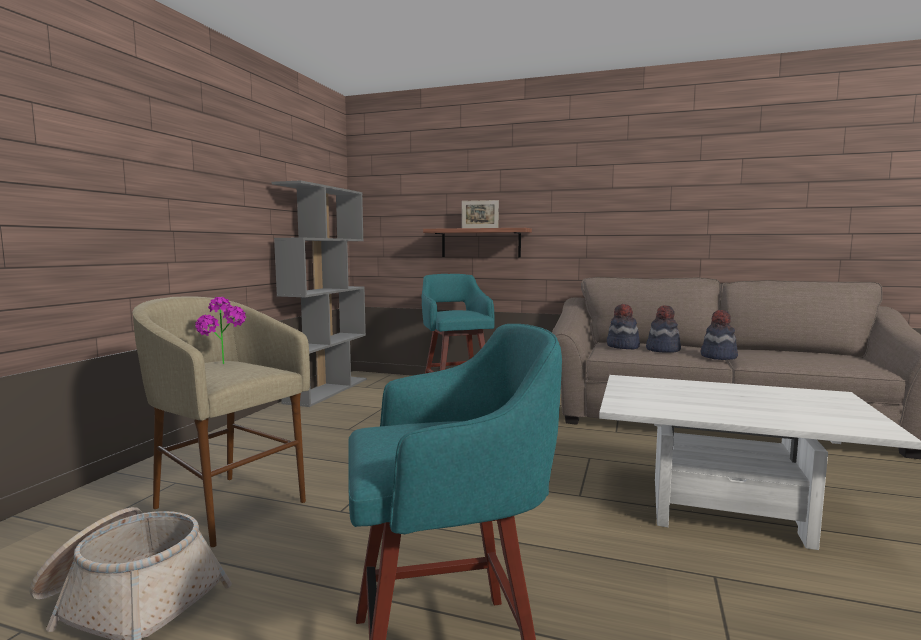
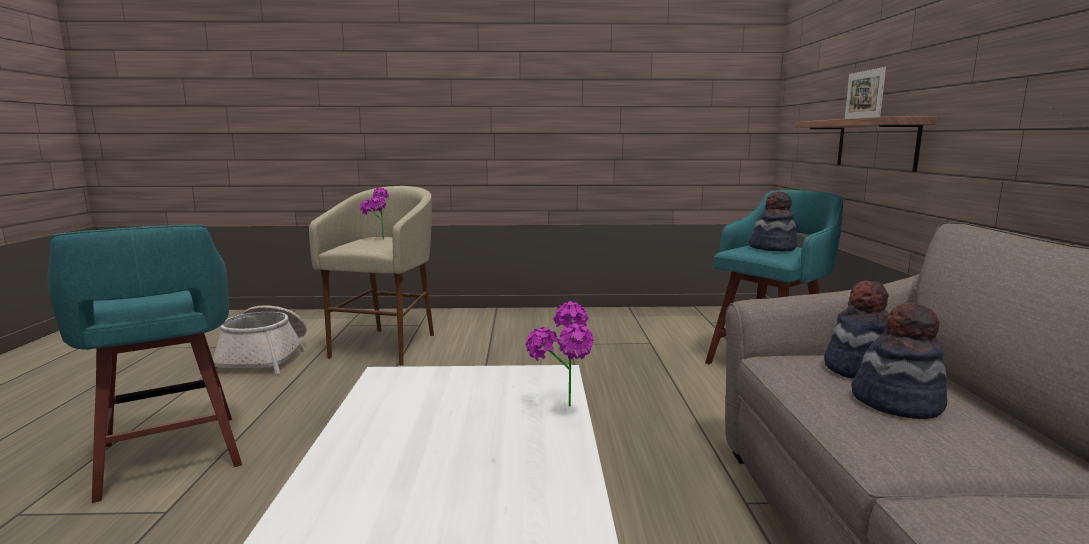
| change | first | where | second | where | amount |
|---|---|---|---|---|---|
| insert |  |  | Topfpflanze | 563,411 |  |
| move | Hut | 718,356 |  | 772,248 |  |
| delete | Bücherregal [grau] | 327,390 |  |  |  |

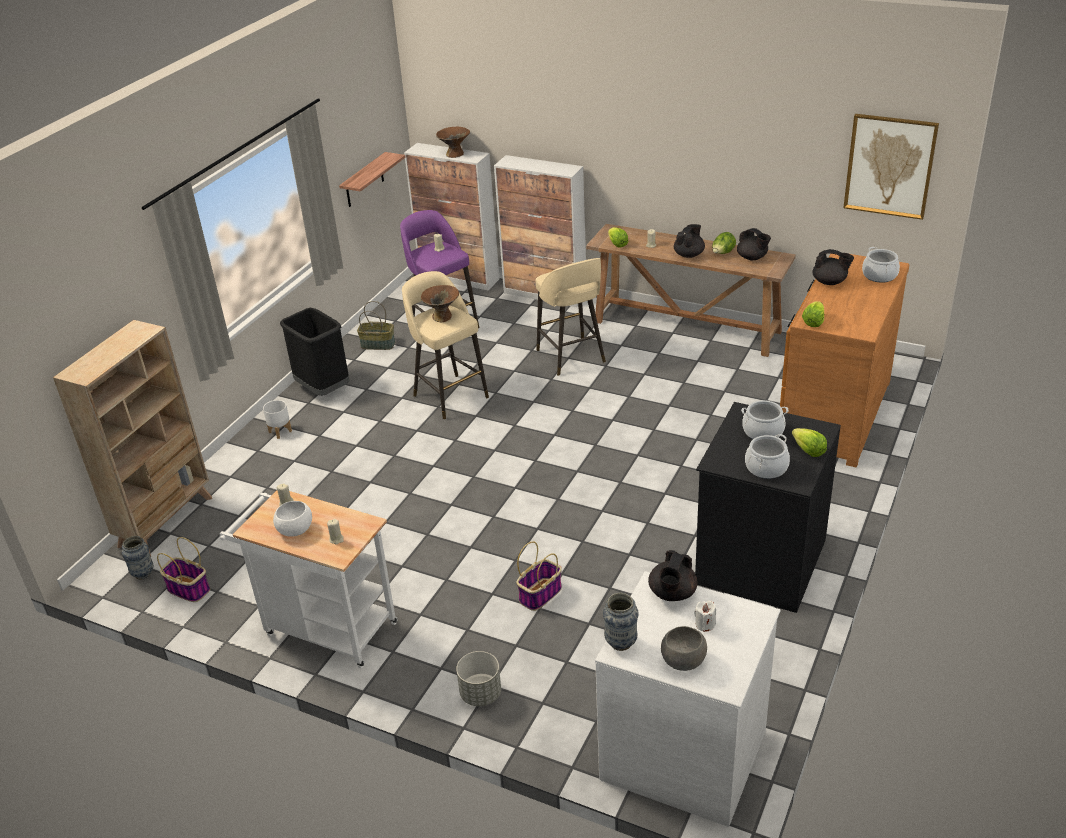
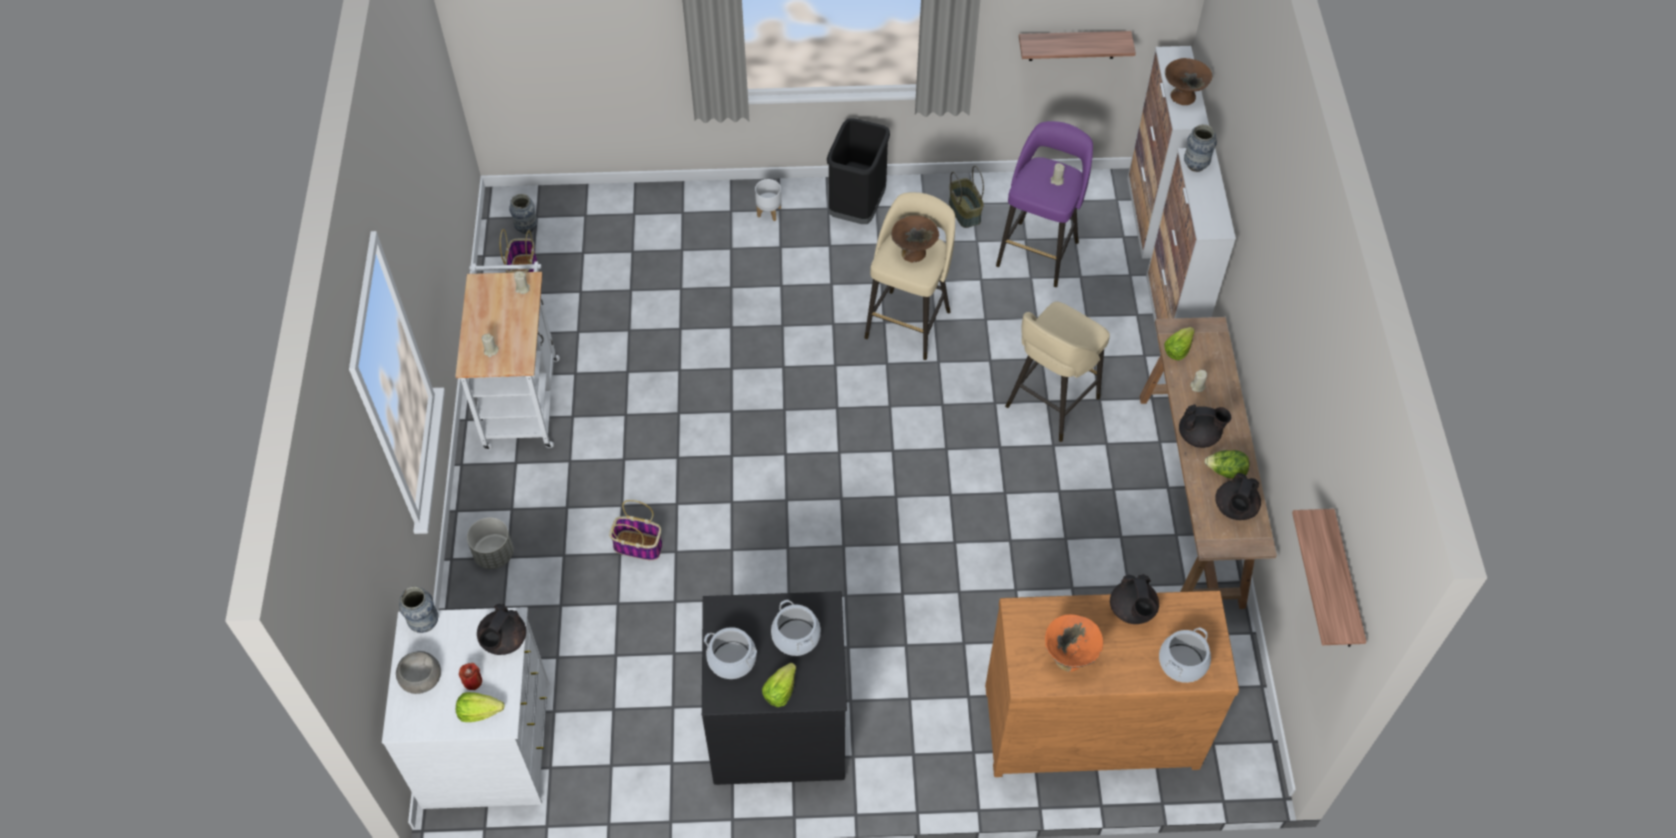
| change | first | where | second | where | amount |
|---|---|---|---|---|---|
| move | Salatkopf | 813,322 |  | 479,712 |  |
| recolor | Kerze [weiß] | 705,624 | Kerze [rot] | 472,681 |  |
| rotate | Teekanne [schwarz] | 672,593 |  | 503,640 | 60 degrees counterclockwise |
| insert |  |  | Schüssel [orange] | 1069,657 |  |
| insert |  |  | Vase | 1195,165 |  |
| replace | Bild | 889,166 | Wandregal | 1344,584 |  |
| delete | Bücherregal [beige] | 166,521 |  |  |  |
| delete | Schüssel [weiß] | 295,529 |  |  |  |

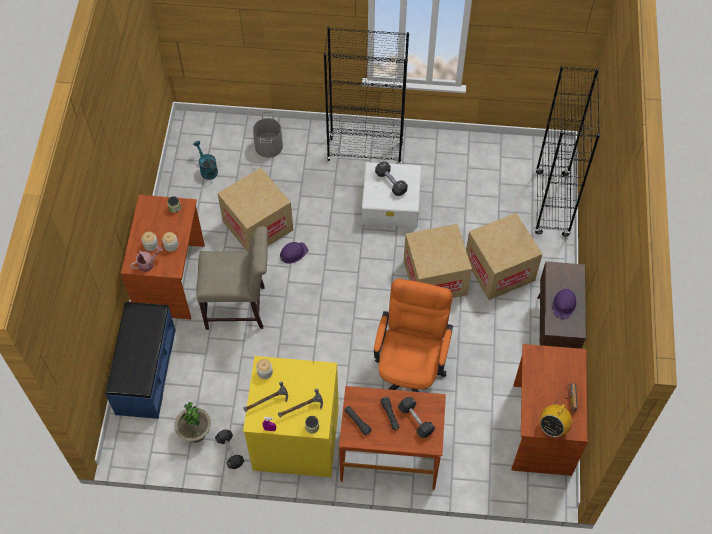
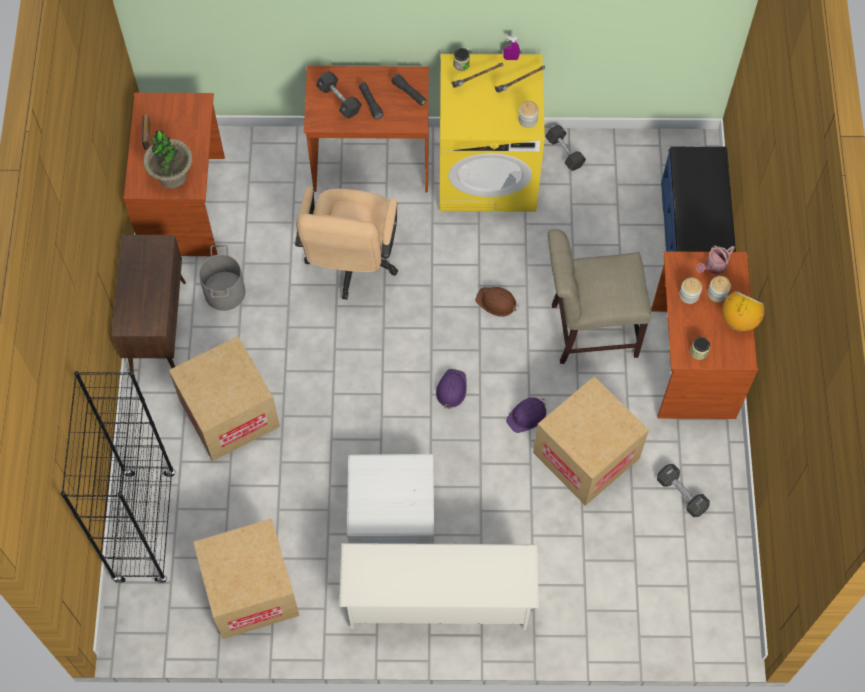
| change | first | where | second | where | amount |
|---|---|---|---|---|---|
| move | Topfpflanze | 195,433 |  | 172,176 |  |
| move | Karton | 435,278 |  | 251,590 |  |
| move | Eimer [grau] | 269,146 |  | 224,292 |  |
| recolor | Bürostuhl [orange] | 410,370 | Bürostuhl [beige] | 351,264 |  |
| replace | Bücherregal [schwarz] | 365,151 | Schuhregal [weiß] | 438,600 |  |
| move | Schutzhelm [lila] | 564,304 |  | 451,389 |  |
| insert |  |  | Schutzhelm [braun] | 496,302 |  |
| move | Hantel [schwarz] | 391,182 |  | 681,494 |  |
| move | Radio | 553,427 |  | 739,320 |  |
| delete | Gießkanne [türkis] | 207,169 |  |  |  |

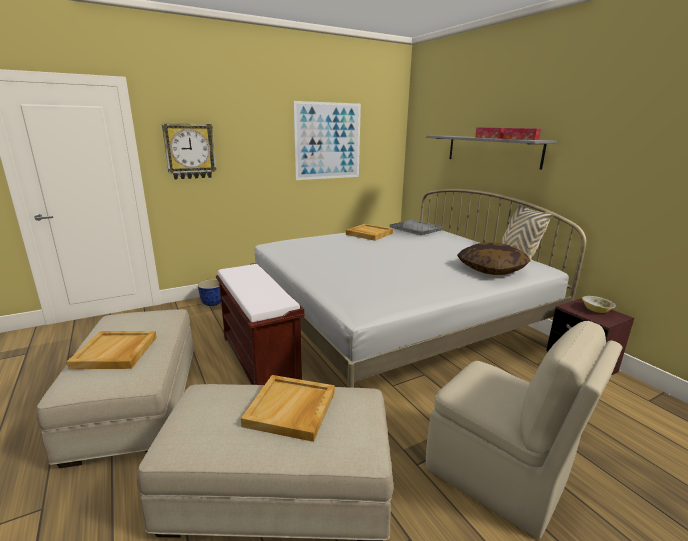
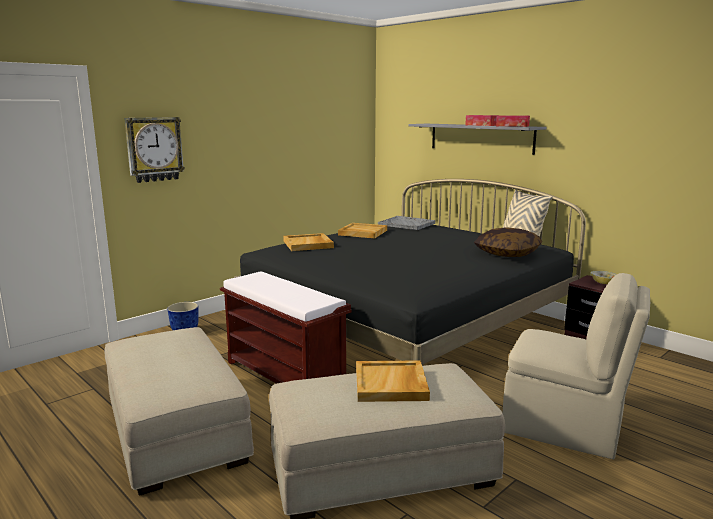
| change | first | where | second | where | amount |
|---|---|---|---|---|---|
| recolor | Bett [weiß] | 395,323 | Bett [schwarz] | 407,326 |  |
| move | Tablett [beige] | 116,352 |  | 308,244 |  |
| delete | Bild | 328,141 |  |  |  |

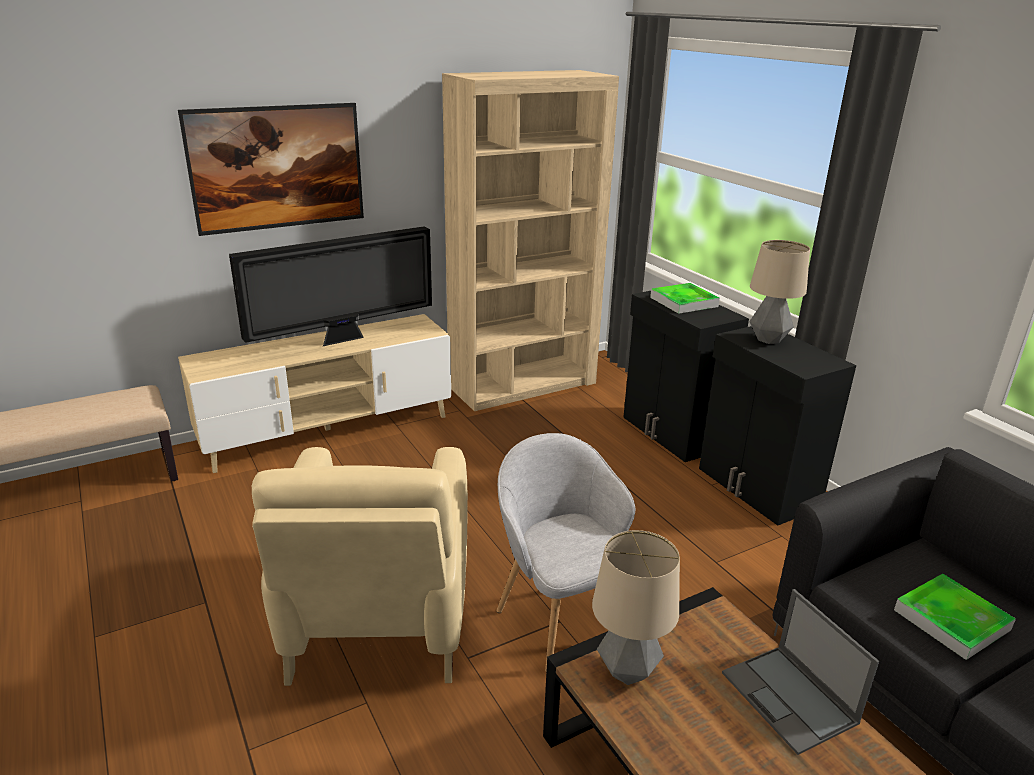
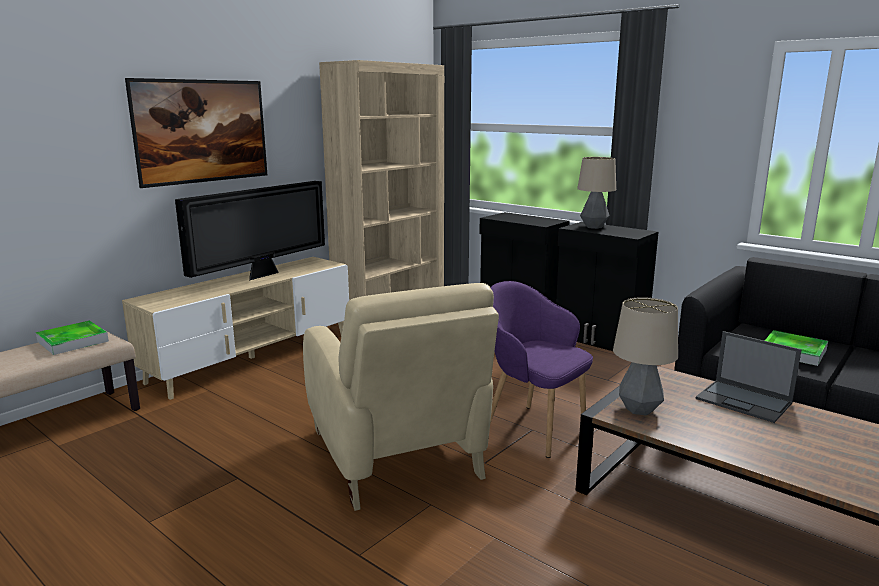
| change | first | where | second | where | amount |
|---|---|---|---|---|---|
| move | Tablett | 683,302 |  | 73,341 |  |
| recolor | Sessel [grau] | 559,621 | Sessel [lila] | 532,429 |  |

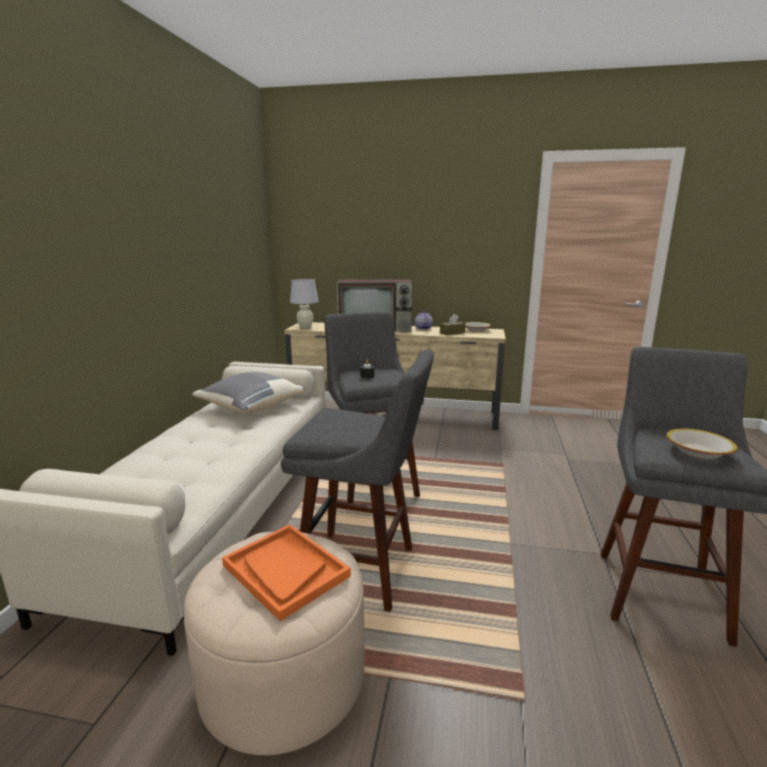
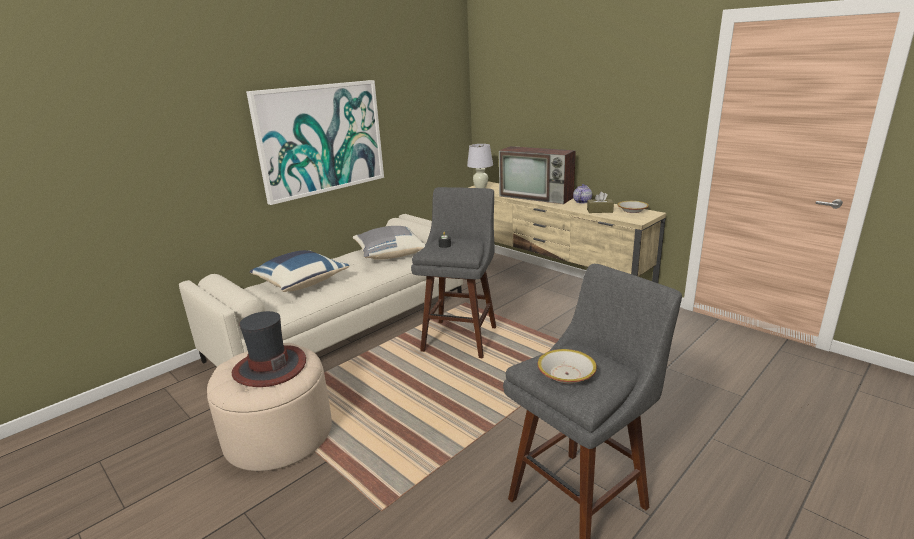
| change | first | where | second | where | amount |
|---|---|---|---|---|---|
| replace | Tablett [orange] | 285,571 | Hut | 269,367 |  |
| insert |  |  | Bild | 321,139 |  |
| insert |  |  | Kissen [blau] | 301,283 |  |
| delete | Hocker [grau] | 363,571 |  |  |  |

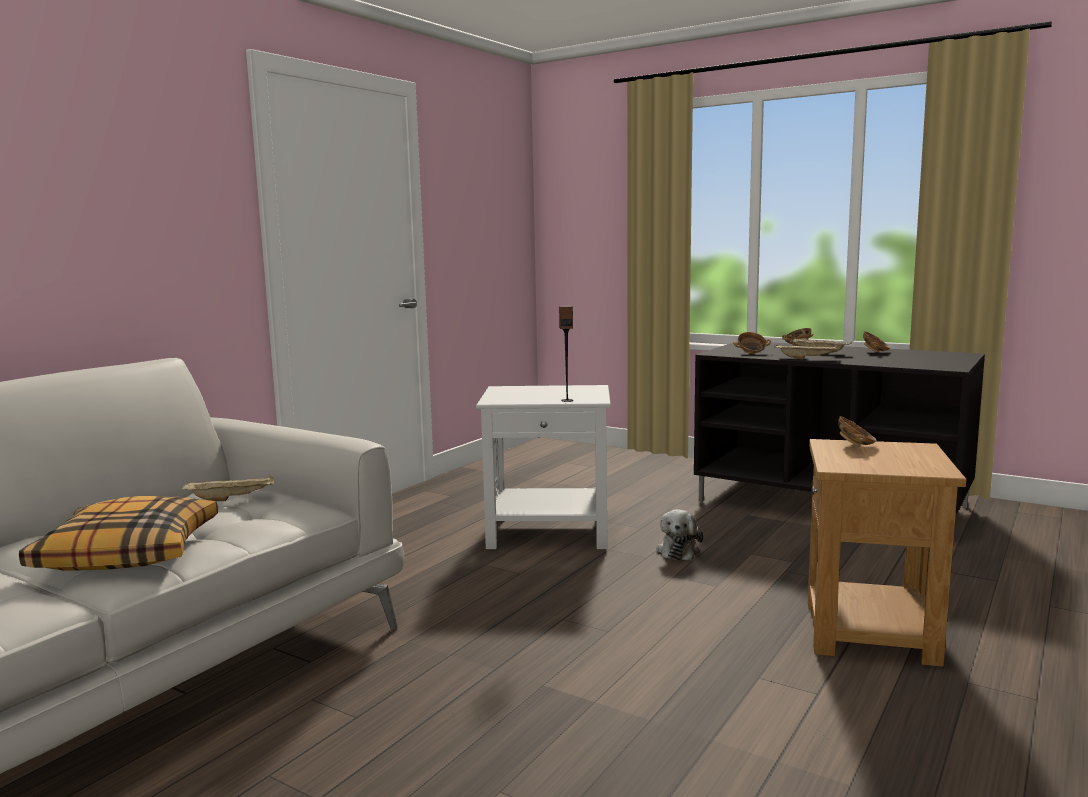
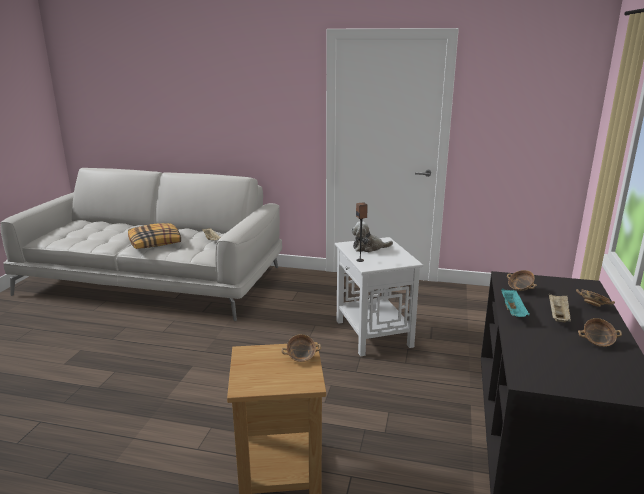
| change | first | where | second | where | amount |
|---|---|---|---|---|---|
| move | Plüschtier | 678,550 |  | 368,248 |  |
| recolor | Tablett [beige] | 807,358 | Tablett [türkis] | 513,312 |  |

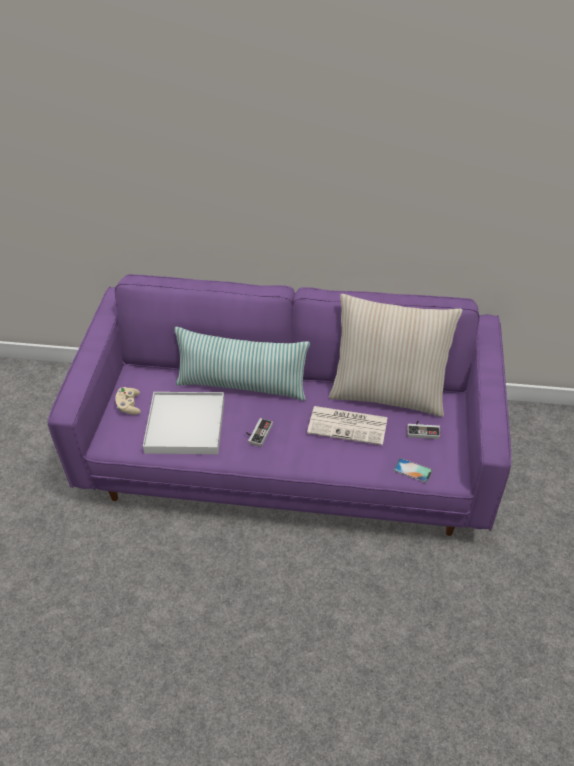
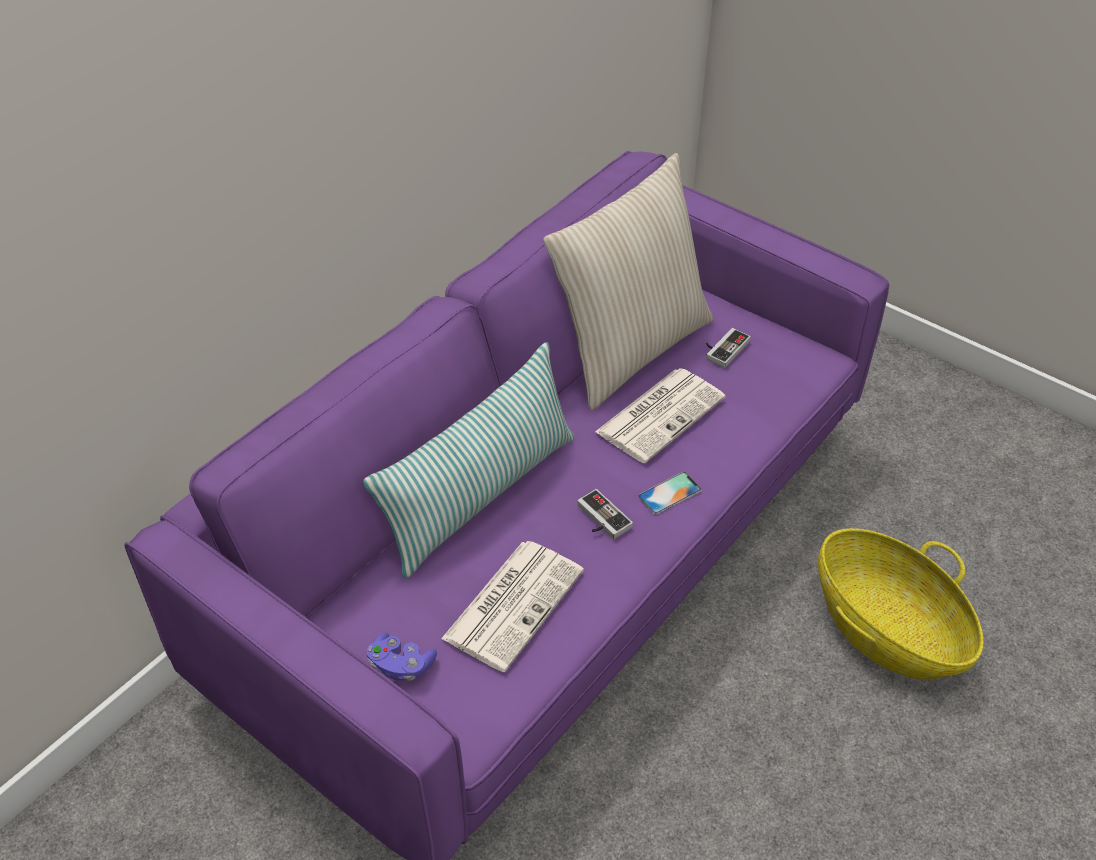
| change | first | where | second | where | amount |
|---|---|---|---|---|---|
| recolor | Gamepad [beige] | 129,406 | Gamepad [lila] | 401,665 |  |
| replace | Tablett [weiß] | 185,425 | Zeitung | 514,603 |  |
| move | Handy | 413,470 |  | 669,493 |  |
| insert |  |  | Korb | 886,629 |  |

